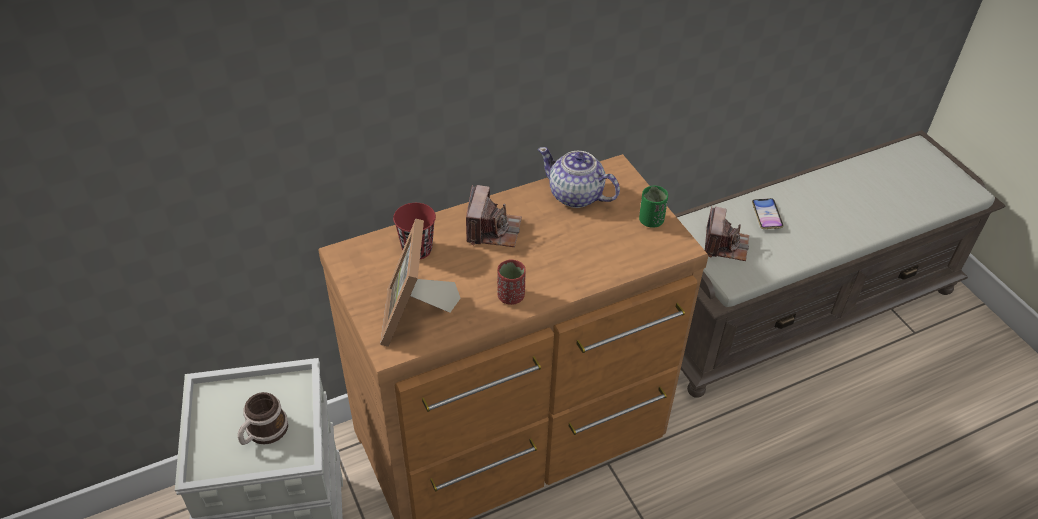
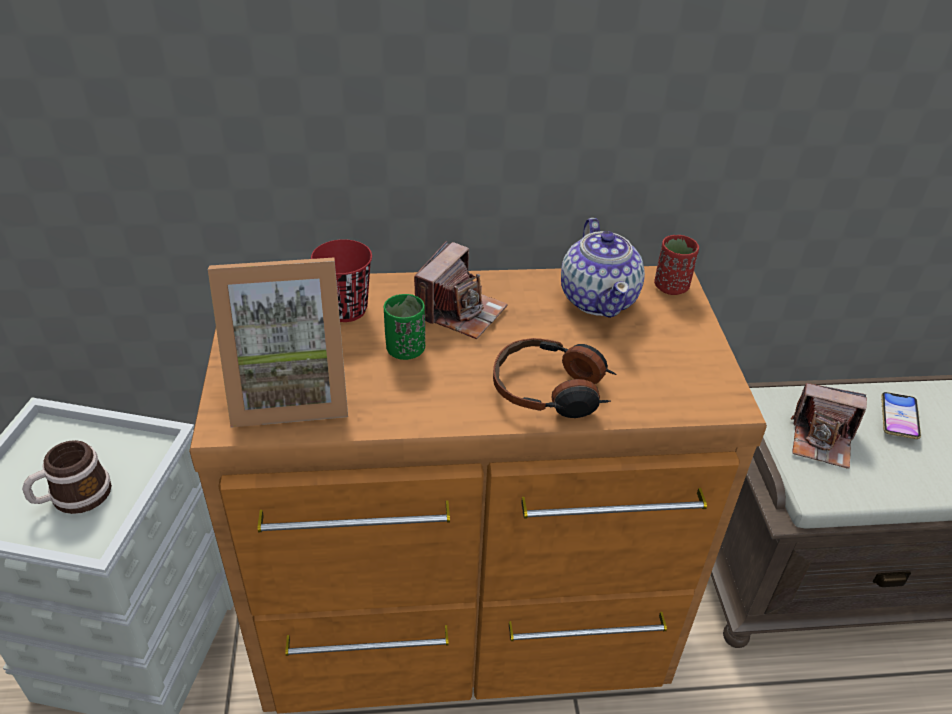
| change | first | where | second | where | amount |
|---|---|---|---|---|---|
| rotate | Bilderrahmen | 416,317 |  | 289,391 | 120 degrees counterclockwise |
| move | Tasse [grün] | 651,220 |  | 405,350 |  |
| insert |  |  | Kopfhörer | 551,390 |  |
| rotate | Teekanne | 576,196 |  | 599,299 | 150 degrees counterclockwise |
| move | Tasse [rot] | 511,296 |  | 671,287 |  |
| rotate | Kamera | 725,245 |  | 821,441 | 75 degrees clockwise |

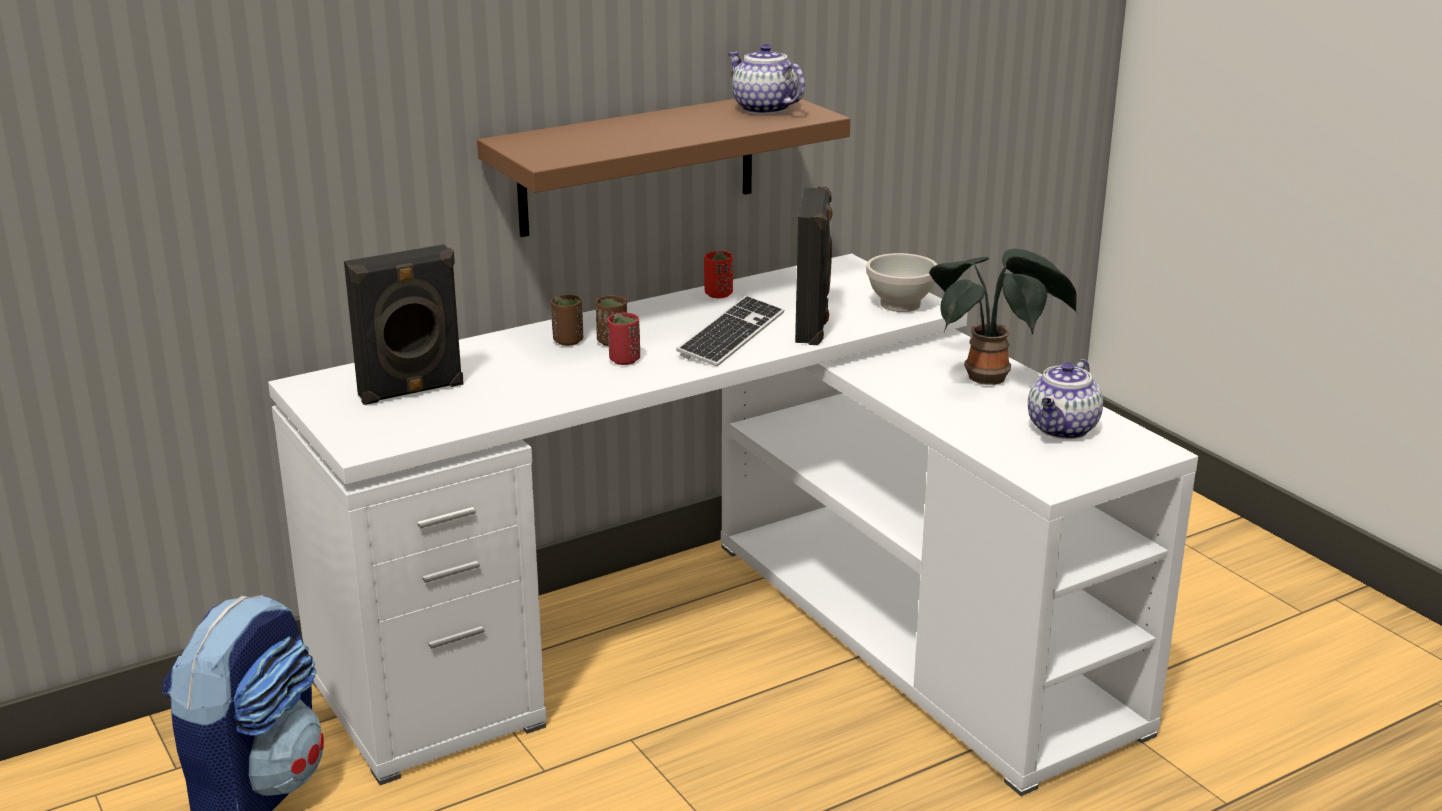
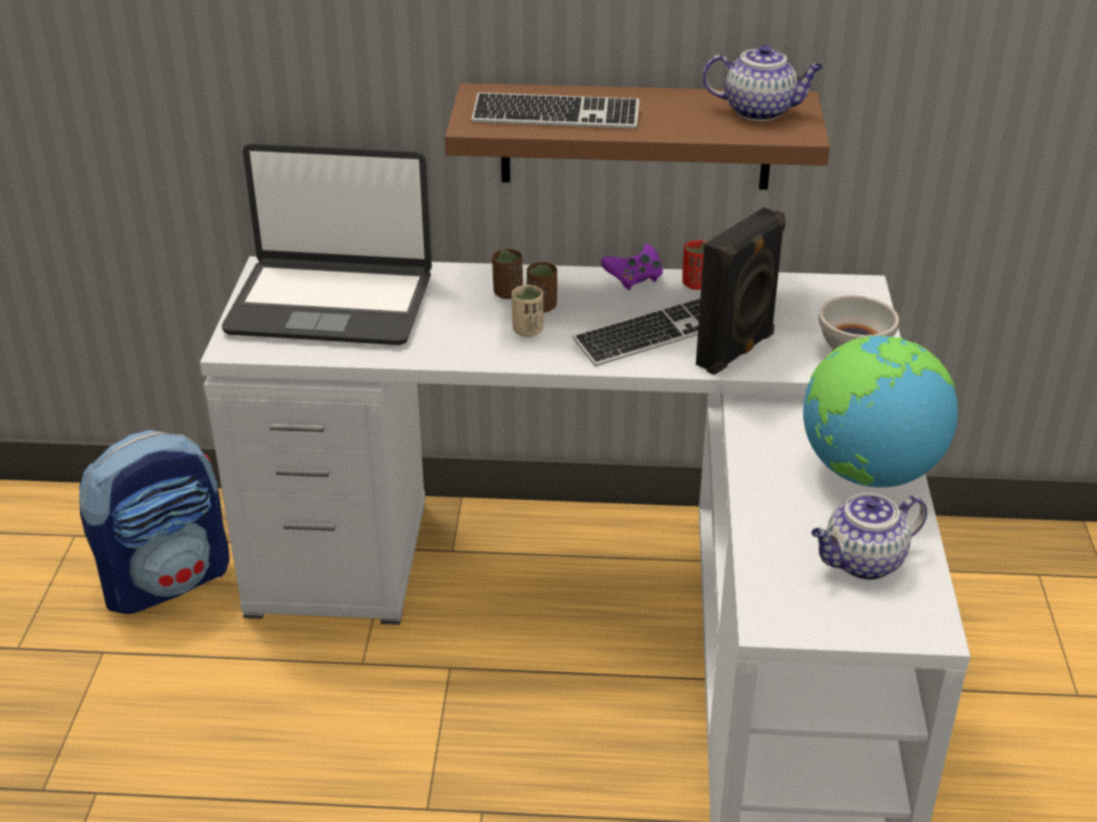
| change | first | where | second | where | amount |
|---|---|---|---|---|---|
| replace | Lautsprecher [schwarz] | 412,391 | Laptop | 331,303 |  |
| insert |  |  | Tastatur | 556,116 |  |
| recolor | Tasse [rot] | 624,360 | Tasse [beige] | 527,331 |  |
| insert |  |  | Gamepad [lila] | 634,280 |  |
| rotate | Teekanne | 763,109 |  | 760,111 | 105 degrees clockwise |
| replace | Topfpflanze | 992,378 | Globus | 868,472 |  |

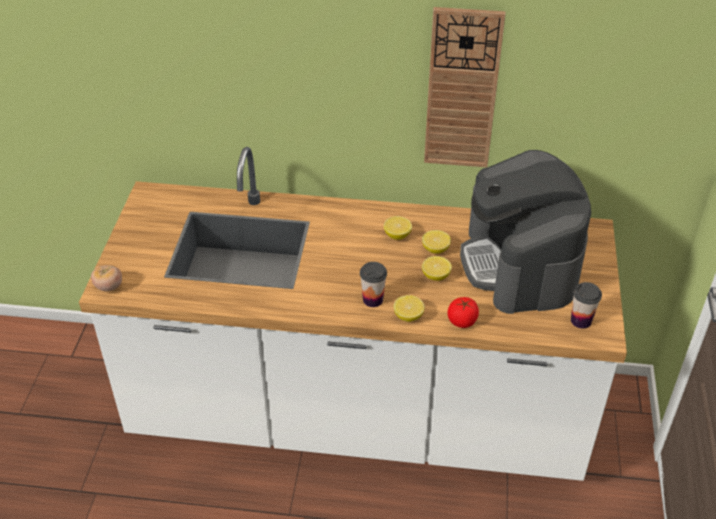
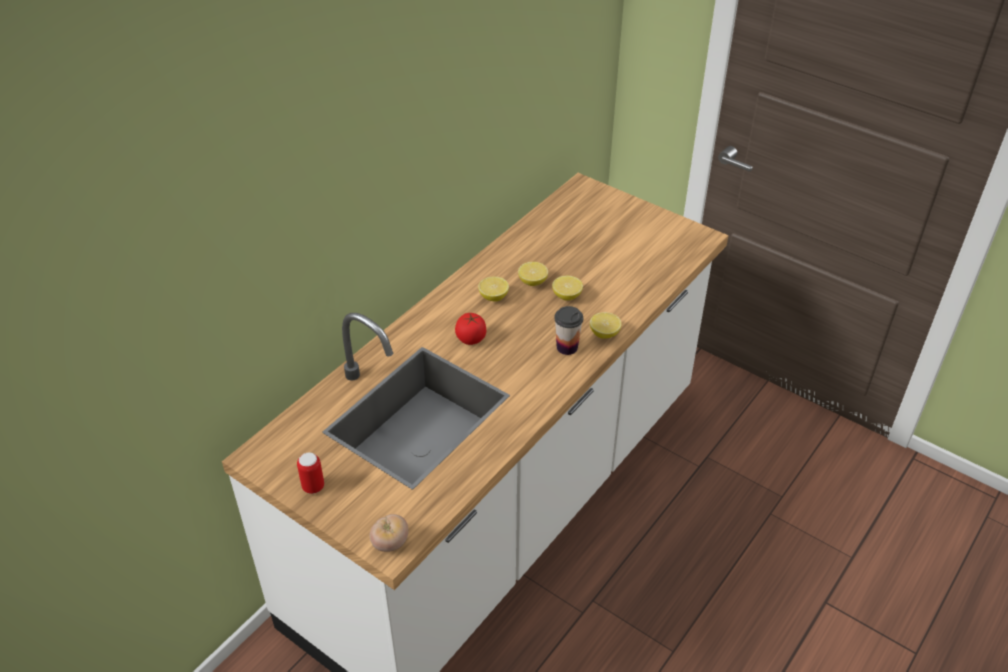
| change | first | where | second | where | amount |
|---|---|---|---|---|---|
| insert |  |  | Dose | 313,487 |  |
| move | Tomate | 462,321 |  | 471,338 |  |
| delete | Wanduhr | 462,90 |  |  |  |
| delete | Kaffeemaschine | 520,264 |  |  |  |
| delete | Tasse | 581,321 |  |  |  |

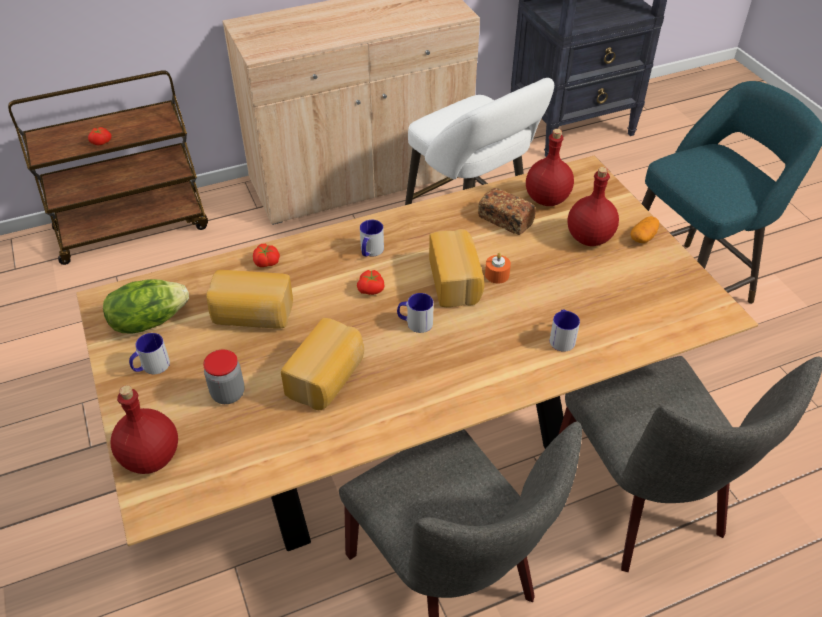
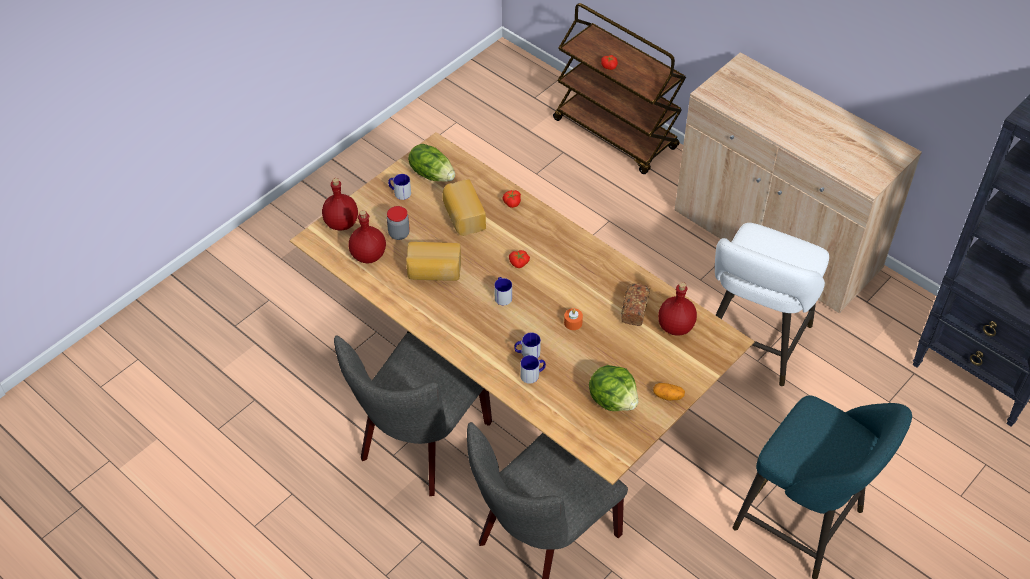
| change | first | where | second | where | amount |
|---|---|---|---|---|---|
| move | Flasche [rot] | 588,238 |  | 368,255 |  |
| move | Henkelbecher | 370,251 |  | 527,353 |  |
| insert |  |  | Salatkopf | 613,400 |  |
| delete | Brot | 456,281 |  |  |  |

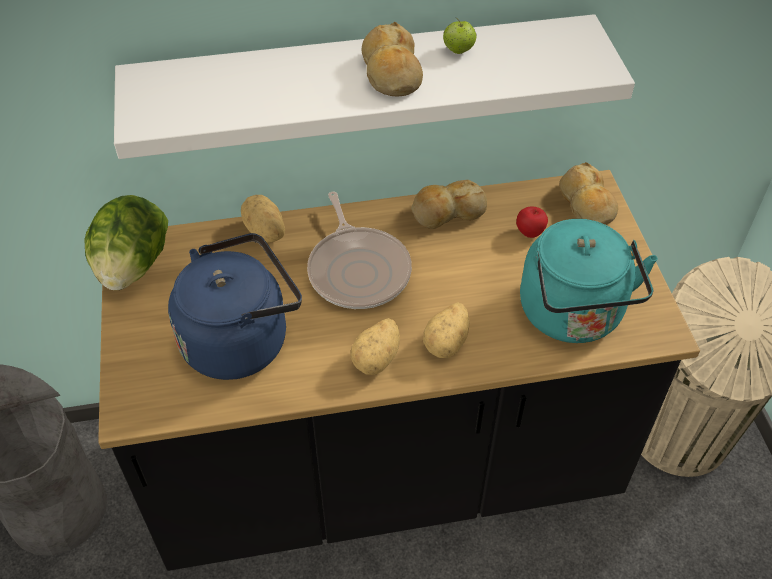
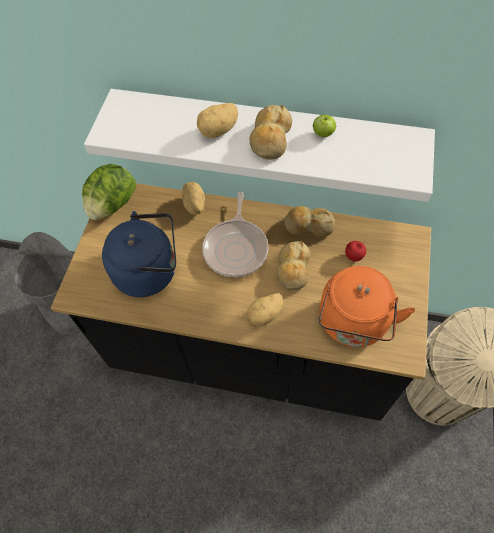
| change | first | where | second | where | amount |
|---|---|---|---|---|---|
| move | Kartoffel | 377,359 |  | 219,131 |  |
| move | Brot | 586,205 |  | 293,269 |  |
| recolor | Wasserkessel [türkis] | 573,316 | Wasserkessel [orange] | 353,324 |  |

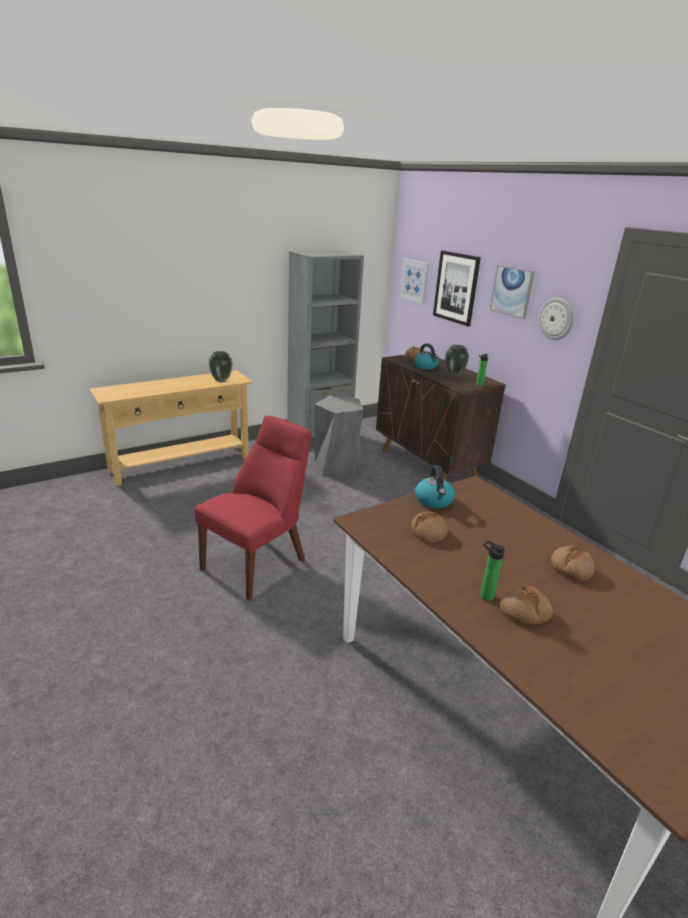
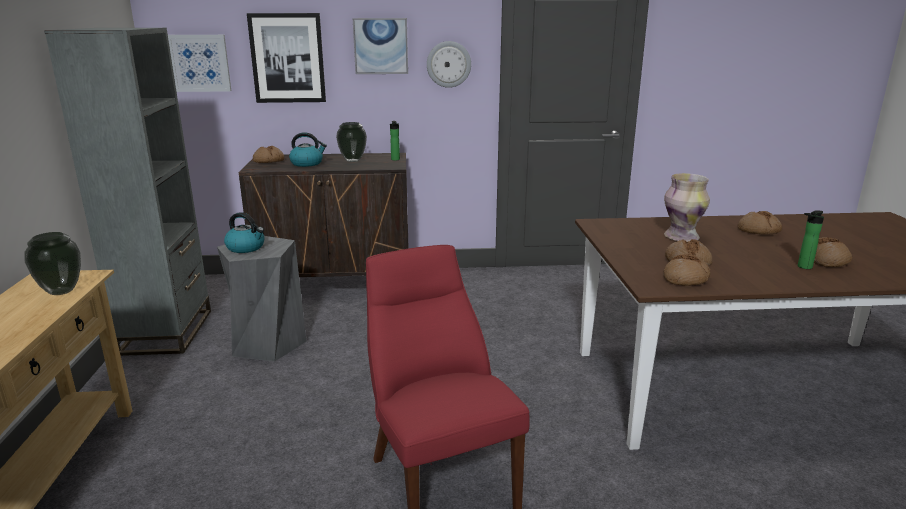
| change | first | where | second | where | amount |
|---|---|---|---|---|---|
| move | Wasserkessel | 434,501 |  | 246,247 |  |
| insert |  |  | Brot | 685,279 |  |
| insert |  |  | Vase | 682,237 |  |

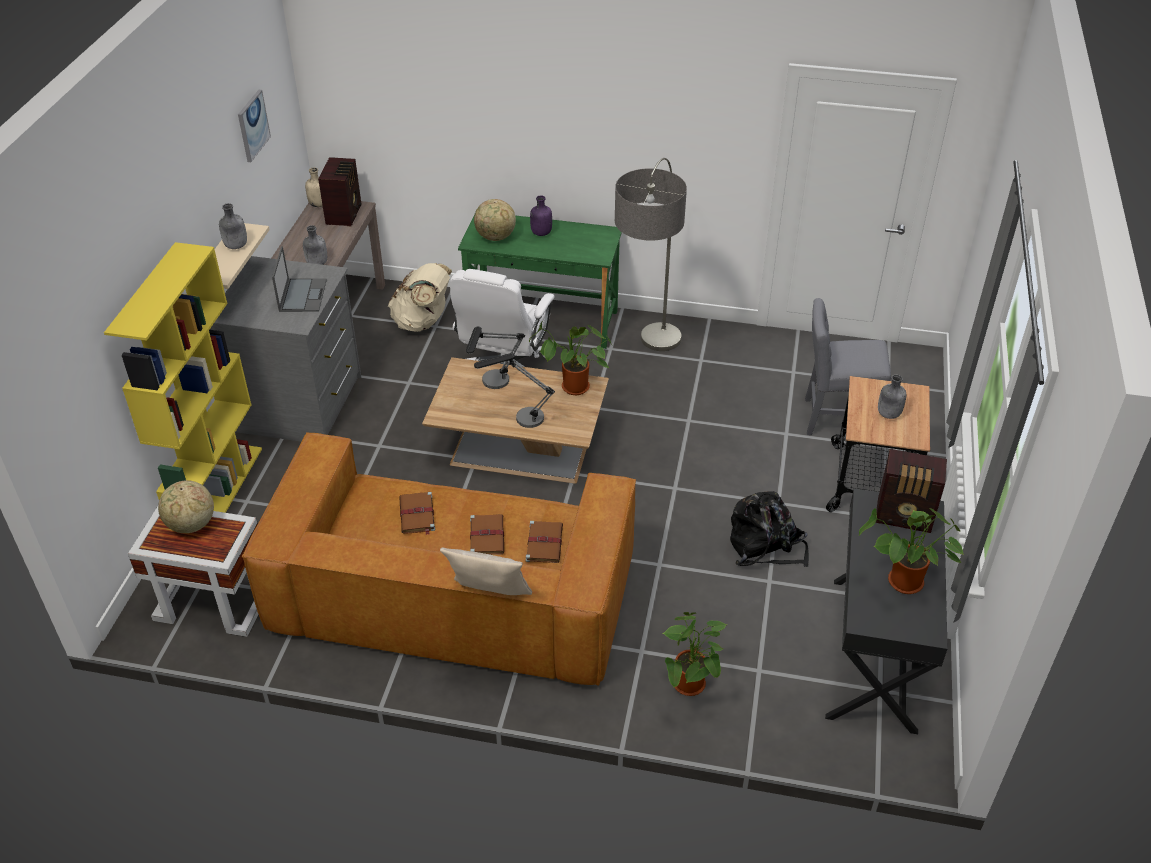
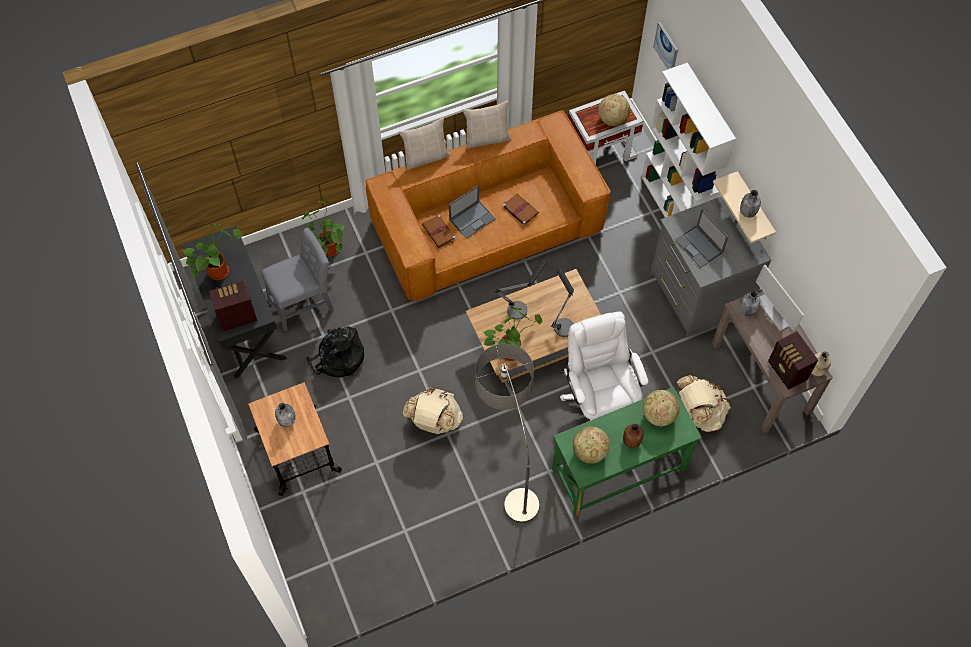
| change | first | where | second | where | amount |
|---|---|---|---|---|---|
| move | Stuhl [grau] | 836,418 |  | 304,304 |  |
| insert |  |  | Rucksack [beige] | 434,421 |  |
| replace | Buch [braun] | 487,535 | Laptop | 472,219 |  |
| insert |  |  | Kissen [beige] | 487,138 |  |
| insert |  |  | Globus | 589,452 |  |
| recolor | Flasche [lila] | 541,233 | Flasche [braun] | 631,441 |  |
| recolor | Bücherregal [gelb] | 217,491 | Bücherregal [weiß] | 674,208 |  |
| move | Bild | 253,125 |  | 666,48 |  |
| insert |  |  | Monitor | 775,310 |  |

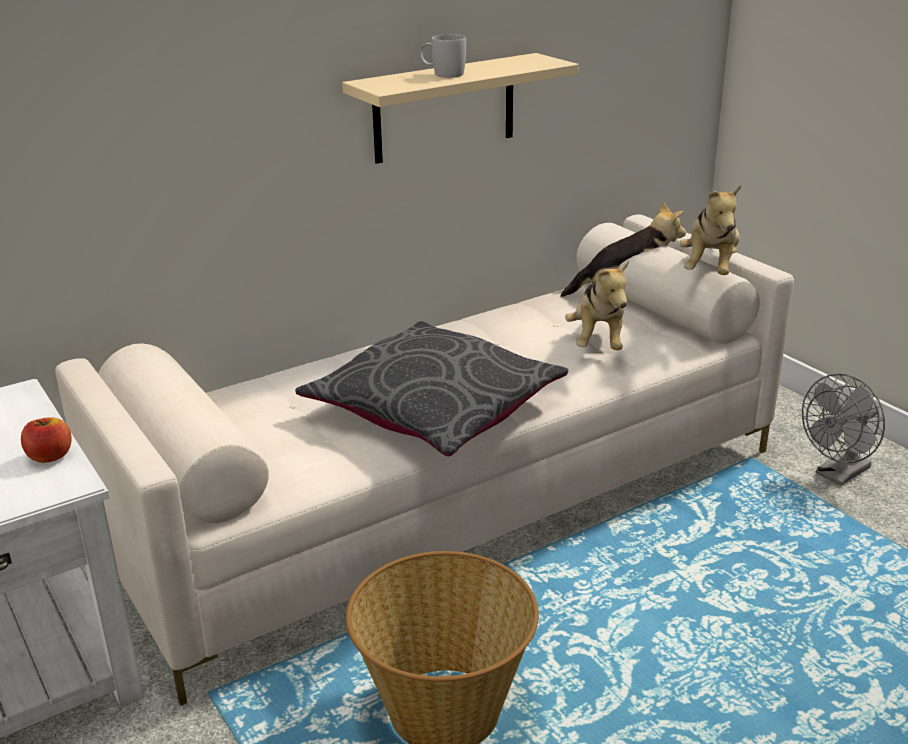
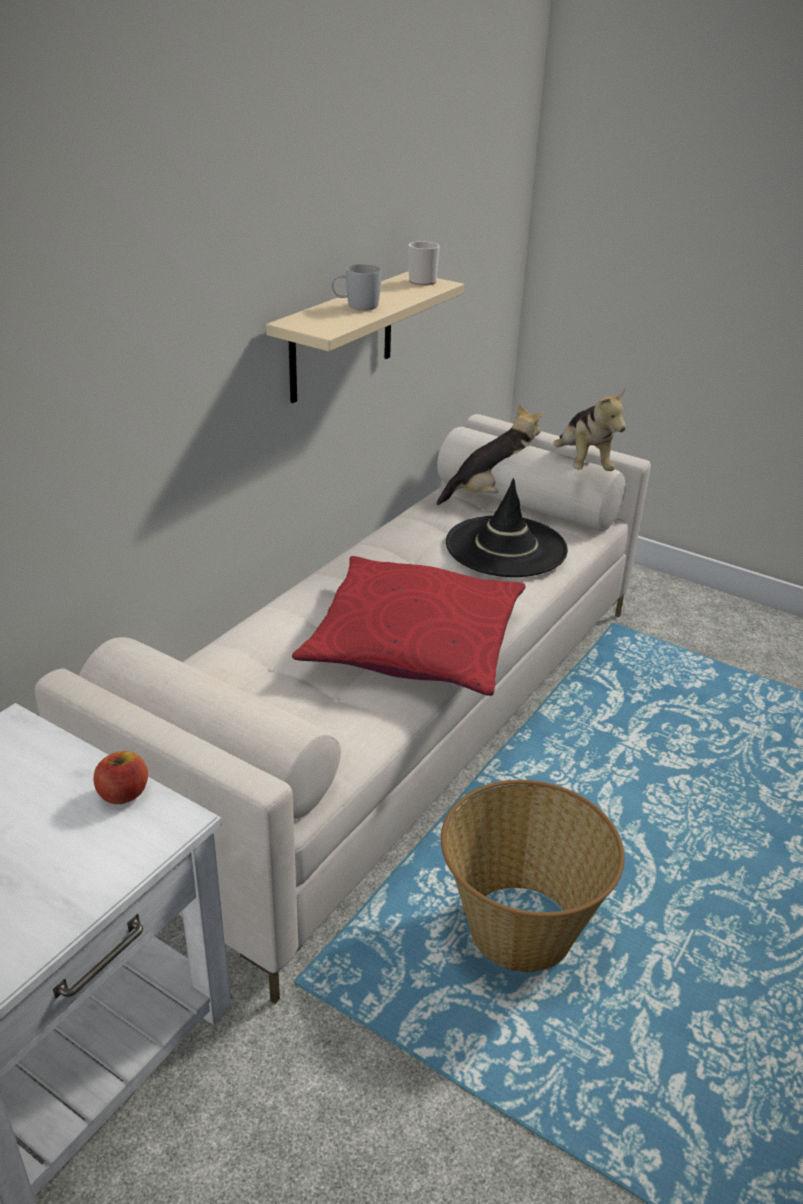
| change | first | where | second | where | amount |
|---|---|---|---|---|---|
| recolor | Kissen [grau] | 434,408 | Kissen [rot] | 414,644 |  |
| insert |  |  | Henkelbecher | 423,280 |  |
| replace | Plüschtier | 598,341 | Hut [schwarz] | 506,547 |  |
| delete | Ventilator [grau] | 838,475 |  |  |  |

